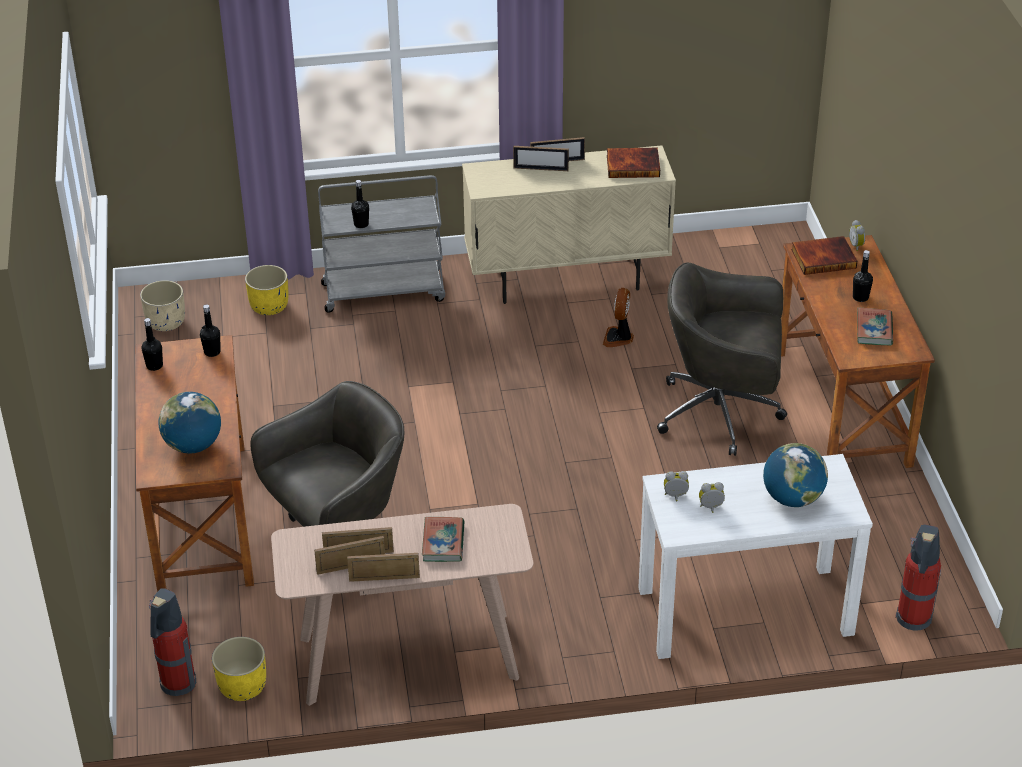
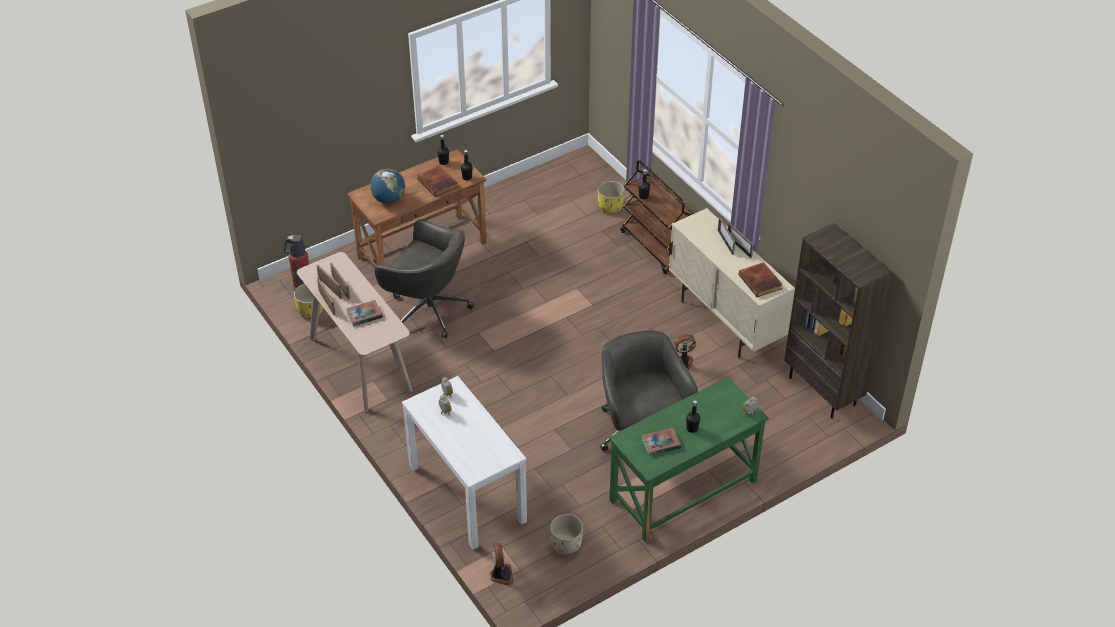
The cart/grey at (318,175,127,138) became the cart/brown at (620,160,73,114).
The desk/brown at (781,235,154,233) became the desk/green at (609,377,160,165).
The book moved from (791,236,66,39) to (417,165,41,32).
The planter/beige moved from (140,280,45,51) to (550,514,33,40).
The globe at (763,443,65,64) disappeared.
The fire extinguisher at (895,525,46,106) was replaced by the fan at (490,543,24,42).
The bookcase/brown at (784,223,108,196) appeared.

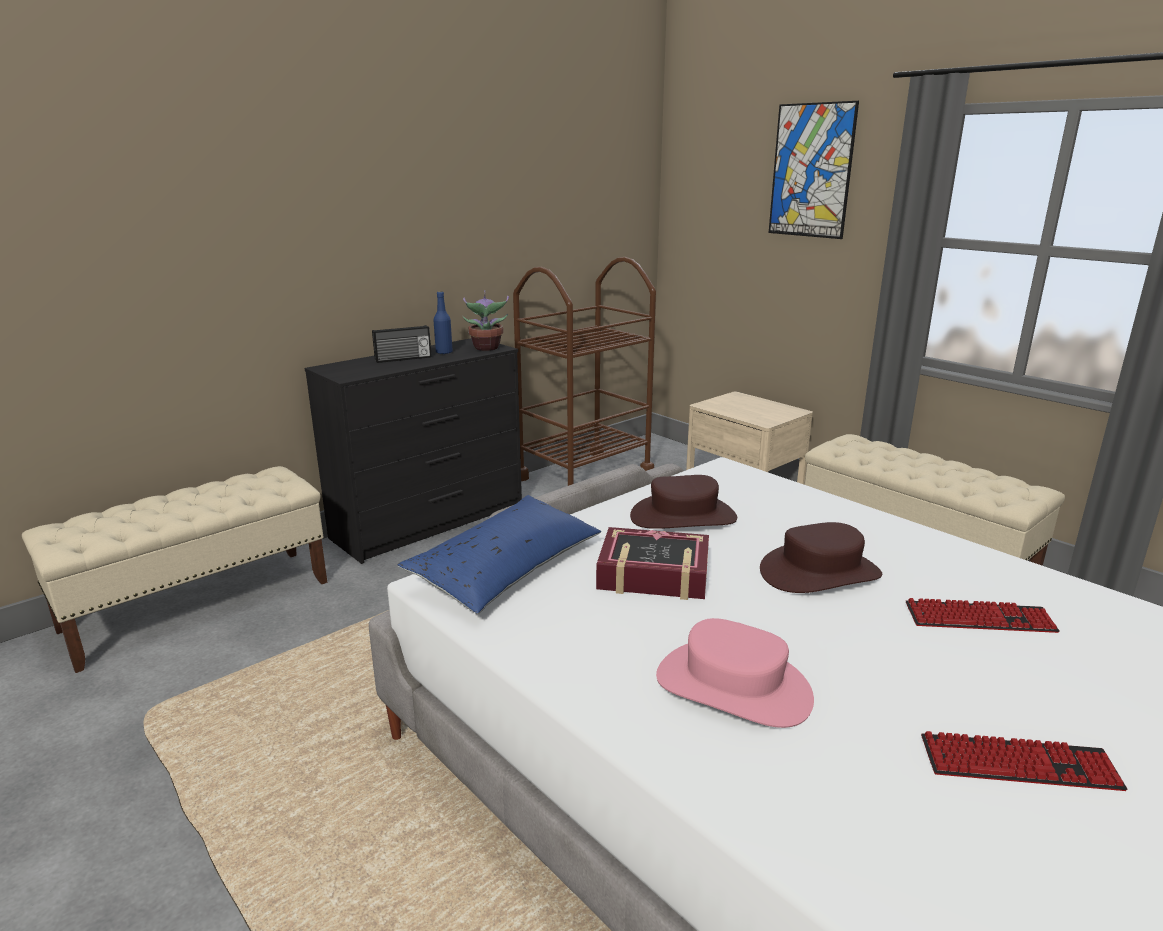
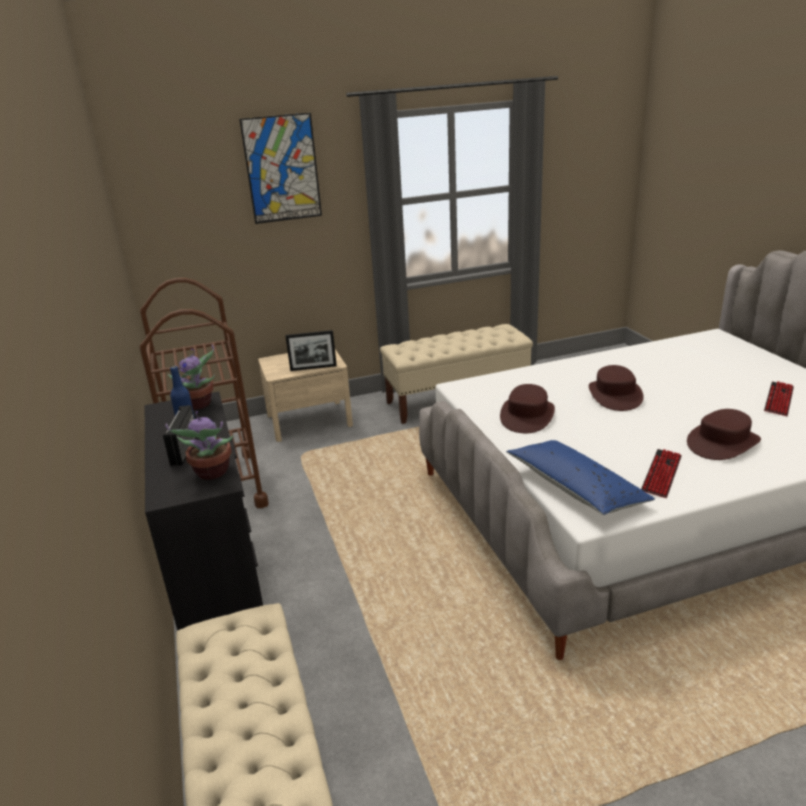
The book at (596,527,113,73) disappeared.
The keyboard moved from (906,598,154,35) to (641,449,41,49).
The hat/pink at (656,618,158,110) became the hat/brown at (687,409,74,51).
The picture frame at (285,330,52,41) appeared.
The potted plant at (165,411,69,69) appeared.

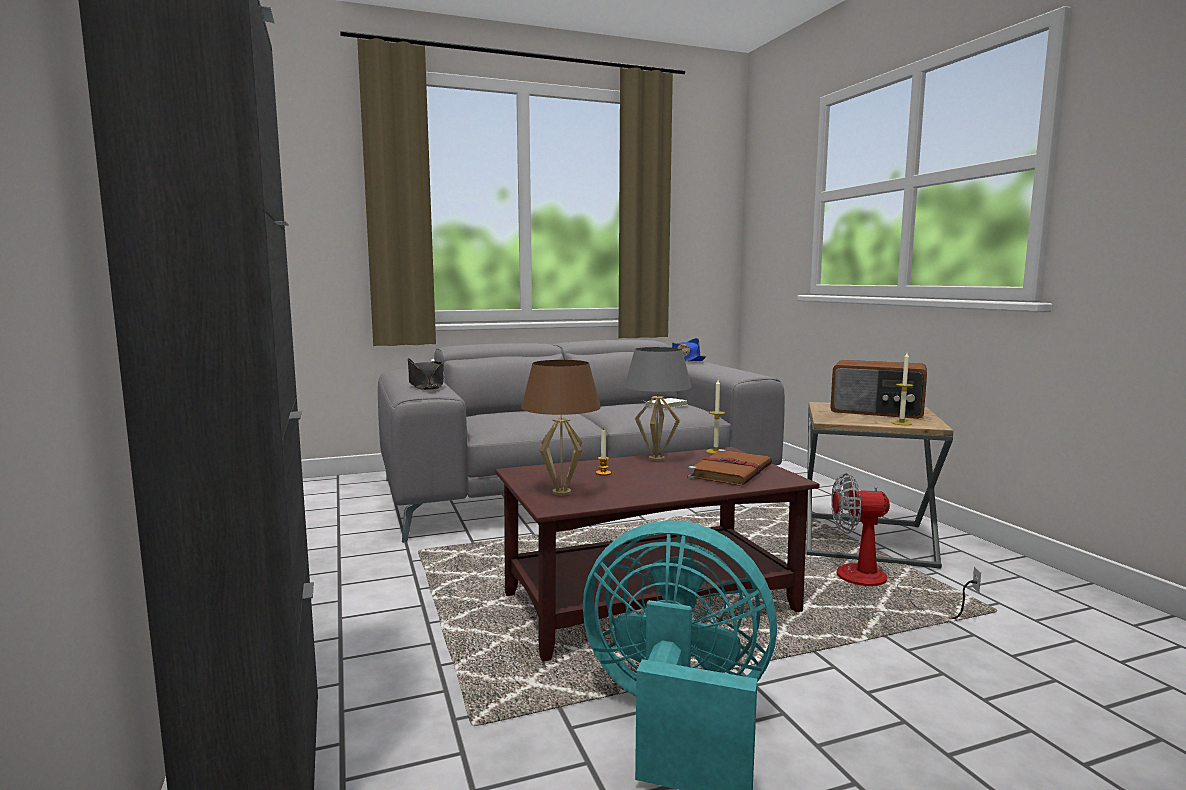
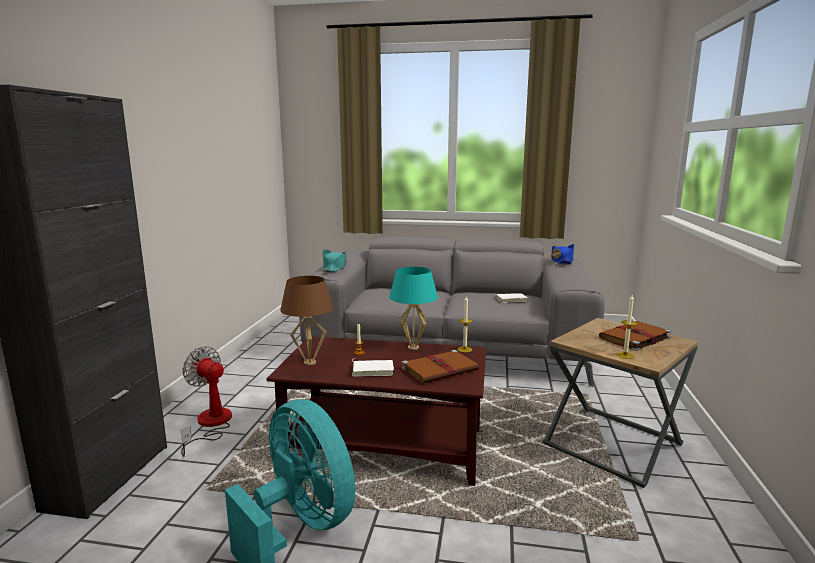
The table lamp/grey at (625,347,66,114) became the table lamp/turquoise at (389,267,49,83).
The hat/black at (408,358,36,32) became the hat/turquoise at (322,249,25,23).
The radio at (830,360,97,59) was replaced by the book/brown at (599,321,72,30).
The fan moved from (831,473,150,146) to (181,346,51,111).
The book/white at (352,358,42,18) appeared.

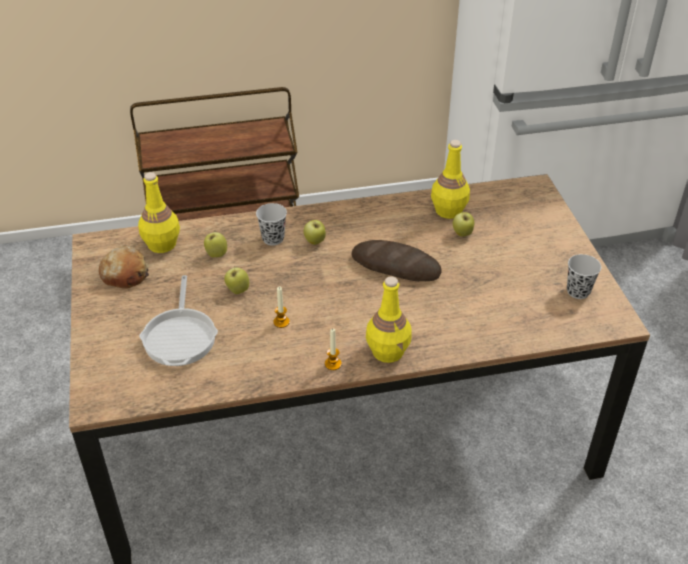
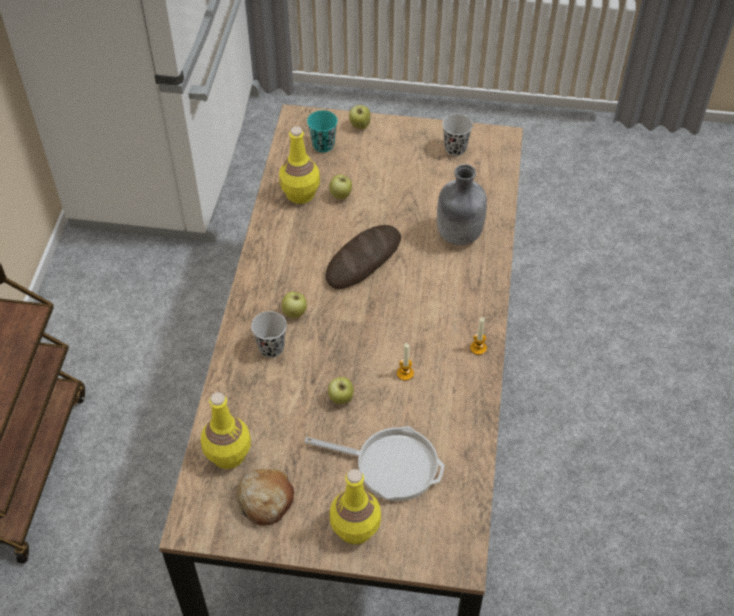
The apple moved from (204,231,23,27) to (349,105,21,24).
The bottle/yellow moved from (366,276,46,87) to (330,469,51,75).
The cup/turquoise at (307,110,31,42) appeared.
The bottle/grey at (437,164,50,81) appeared.

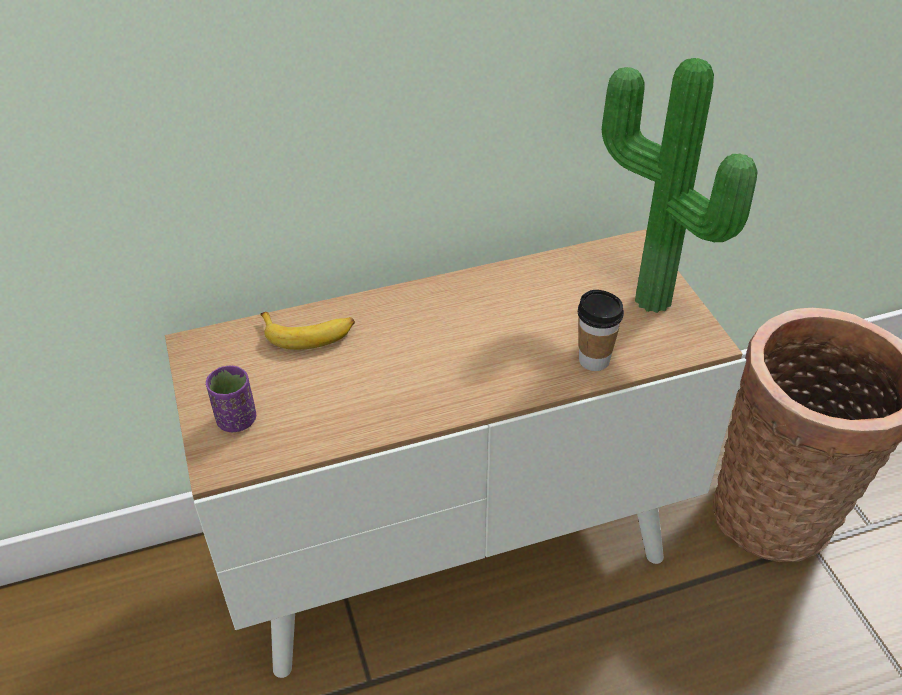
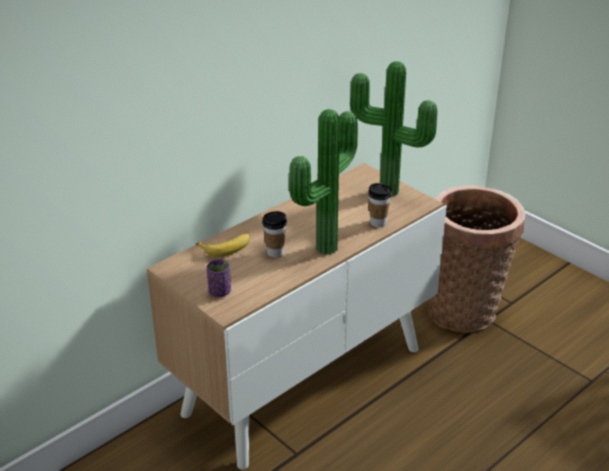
The potted plant at (289,109,69,146) appeared.
The cup at (262,211,25,46) appeared.

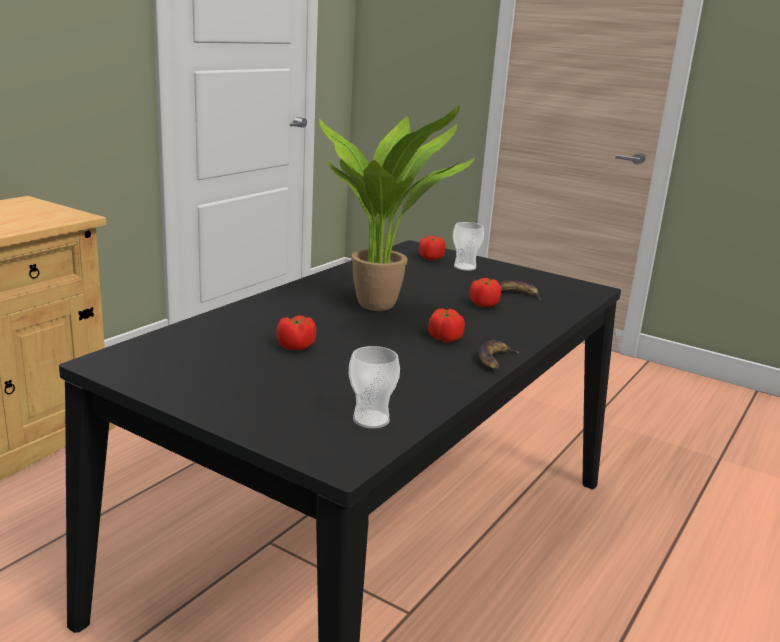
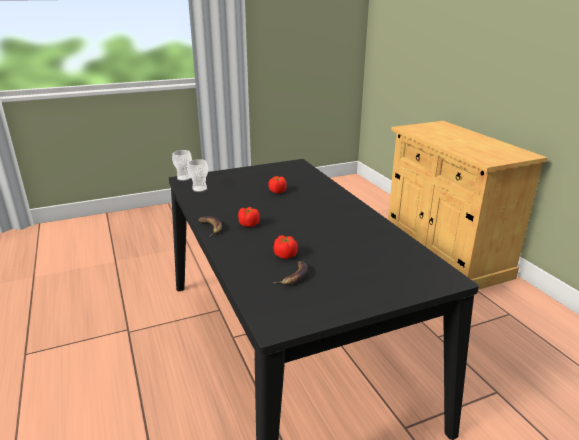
The potted plant at (319,106,156,205) disappeared.
The cup moved from (453,222,31,49) to (172,150,20,31).
The tomato at (419,236,26,24) disappeared.

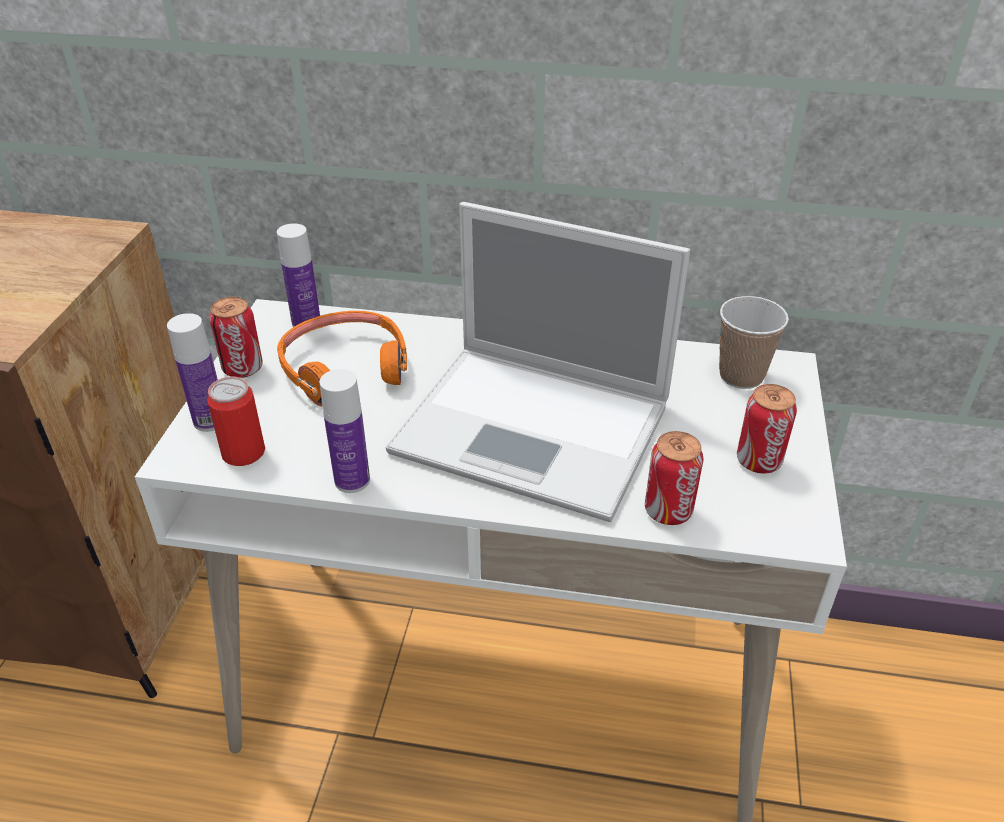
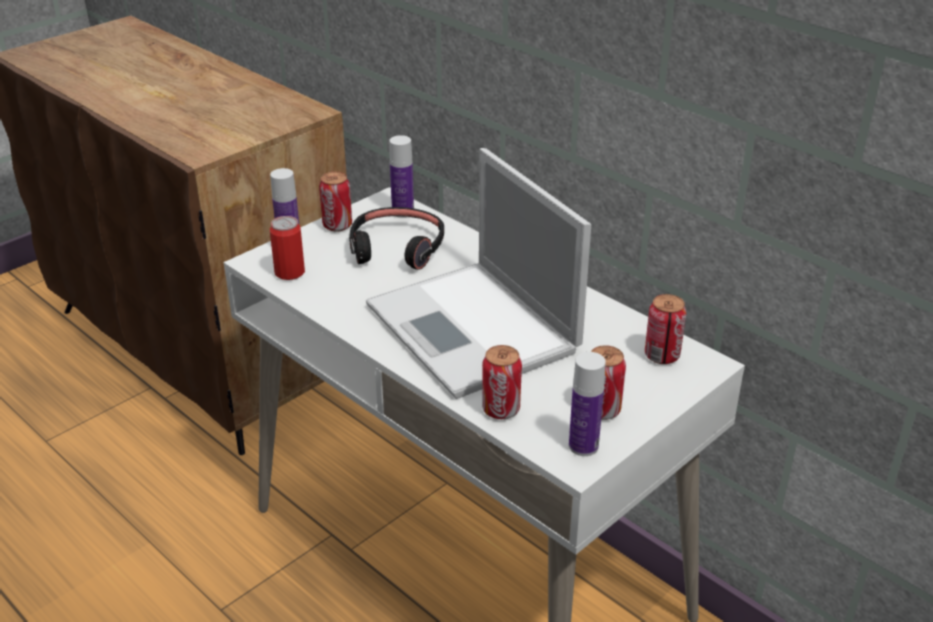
The cup at (719,296,70,93) was replaced by the can at (645,294,41,70).
The headphones/orange at (277,311,130,96) became the headphones/black at (349,207,95,63).
The bottle moved from (319,369,51,124) to (569,352,37,104).

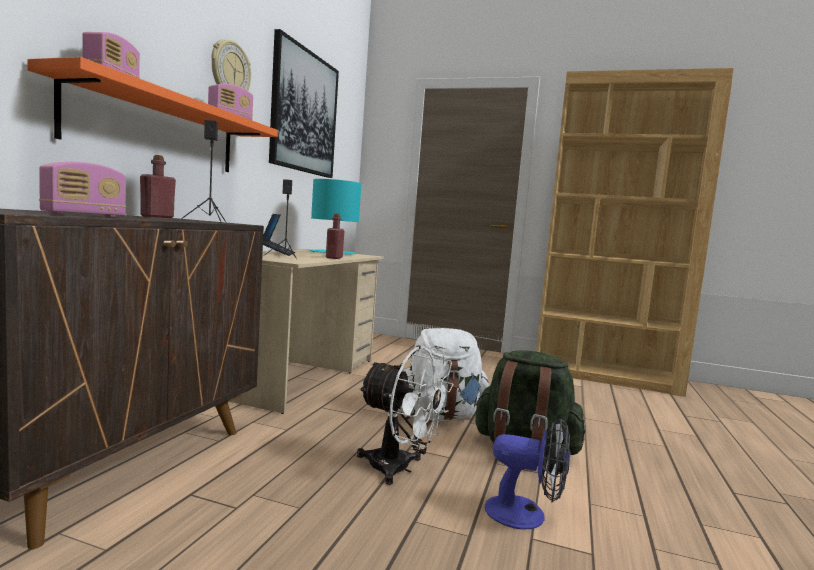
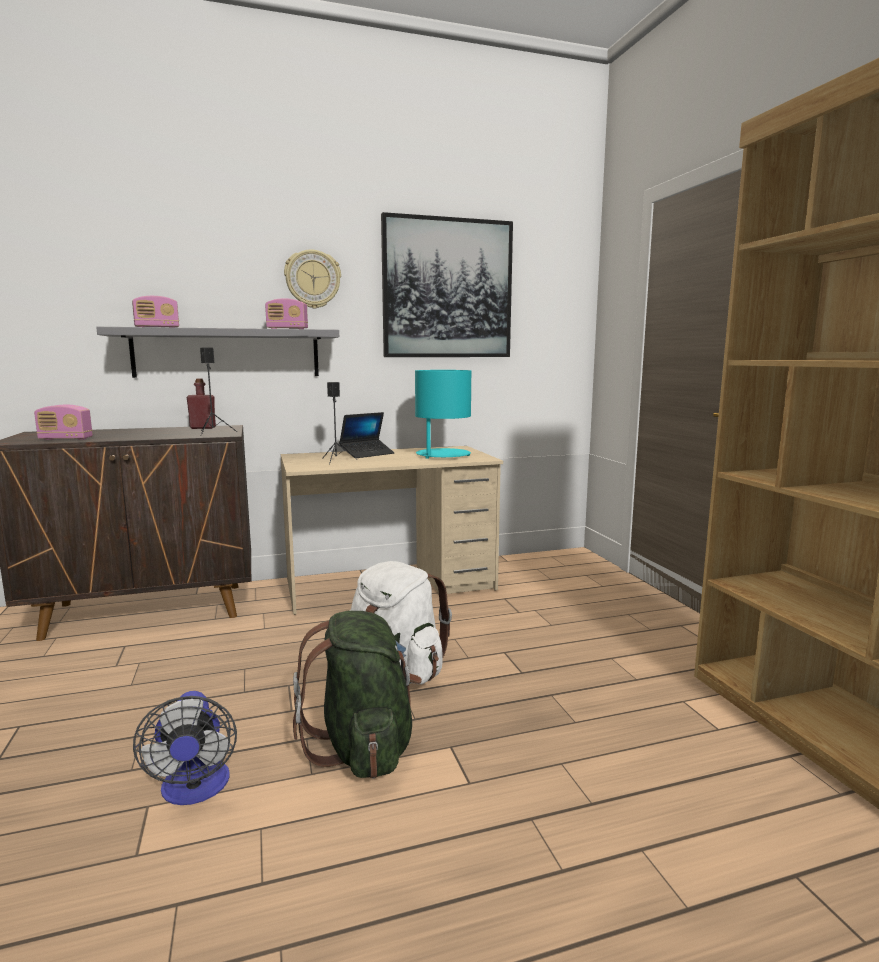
The shelf/orange at (27,57,251,115) became the shelf/grey at (96,327,243,51).
The bottle/red at (326,214,18,45) disappeared.
The fan/white at (357,345,97,140) disappeared.

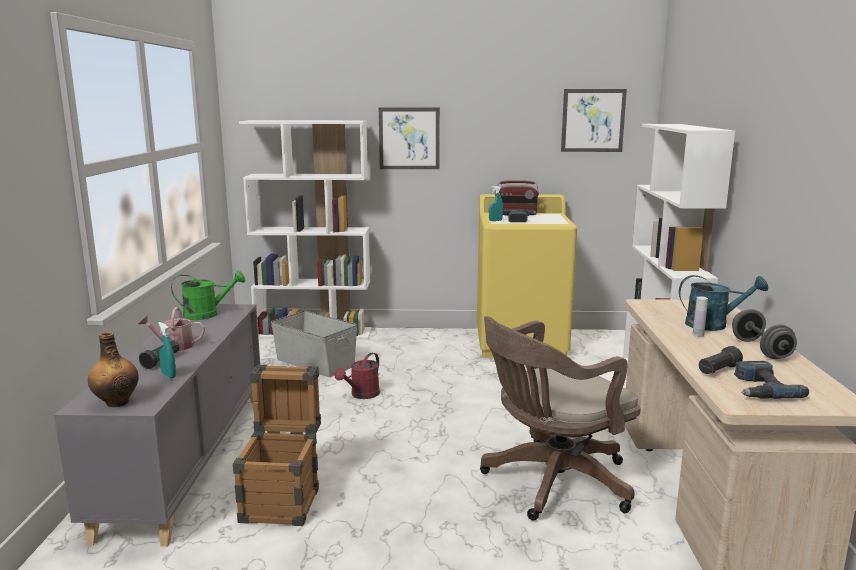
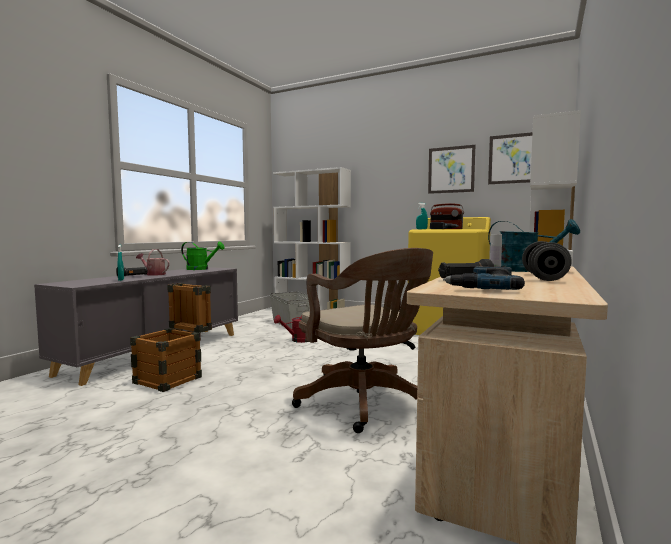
The picture moved from (379,108,61,61) to (428,145,47,49).
The office chair/brown at (480,316,161,205) turned 120 degrees counterclockwise.
The bottle at (88,331,51,76) disappeared.

